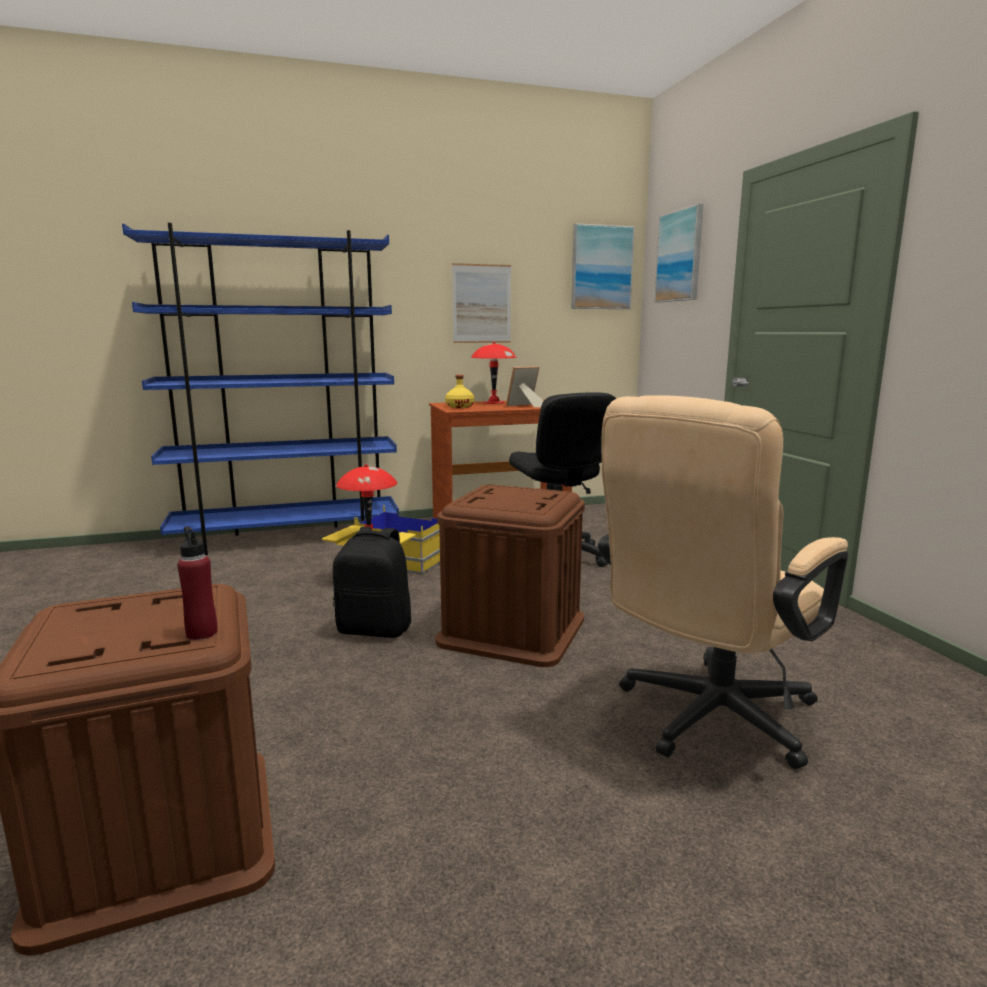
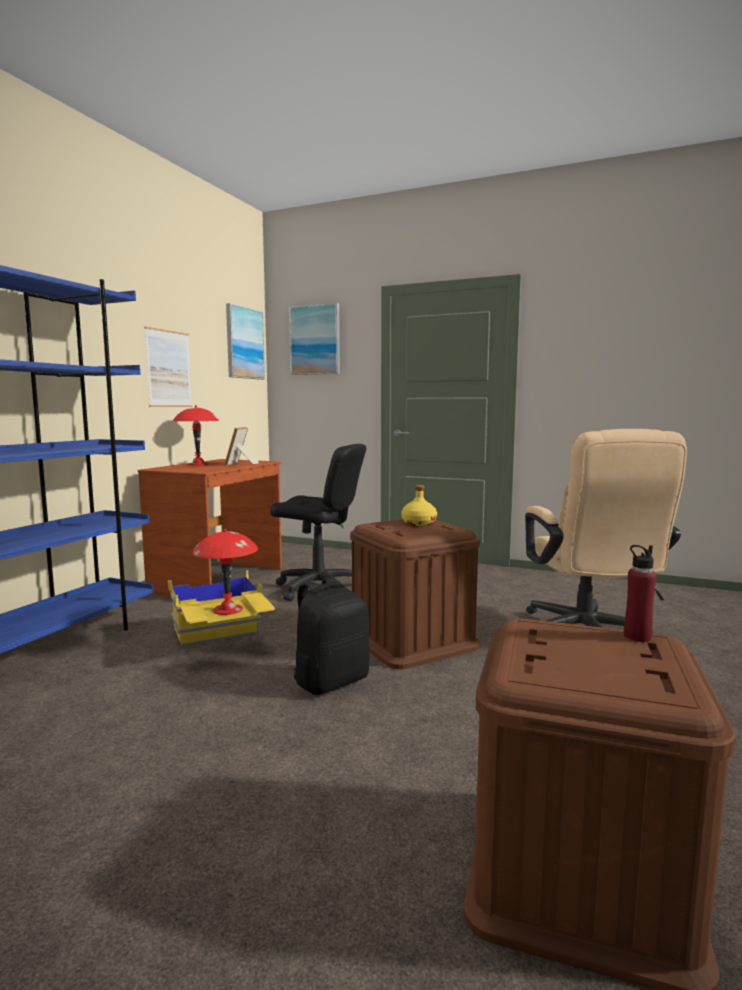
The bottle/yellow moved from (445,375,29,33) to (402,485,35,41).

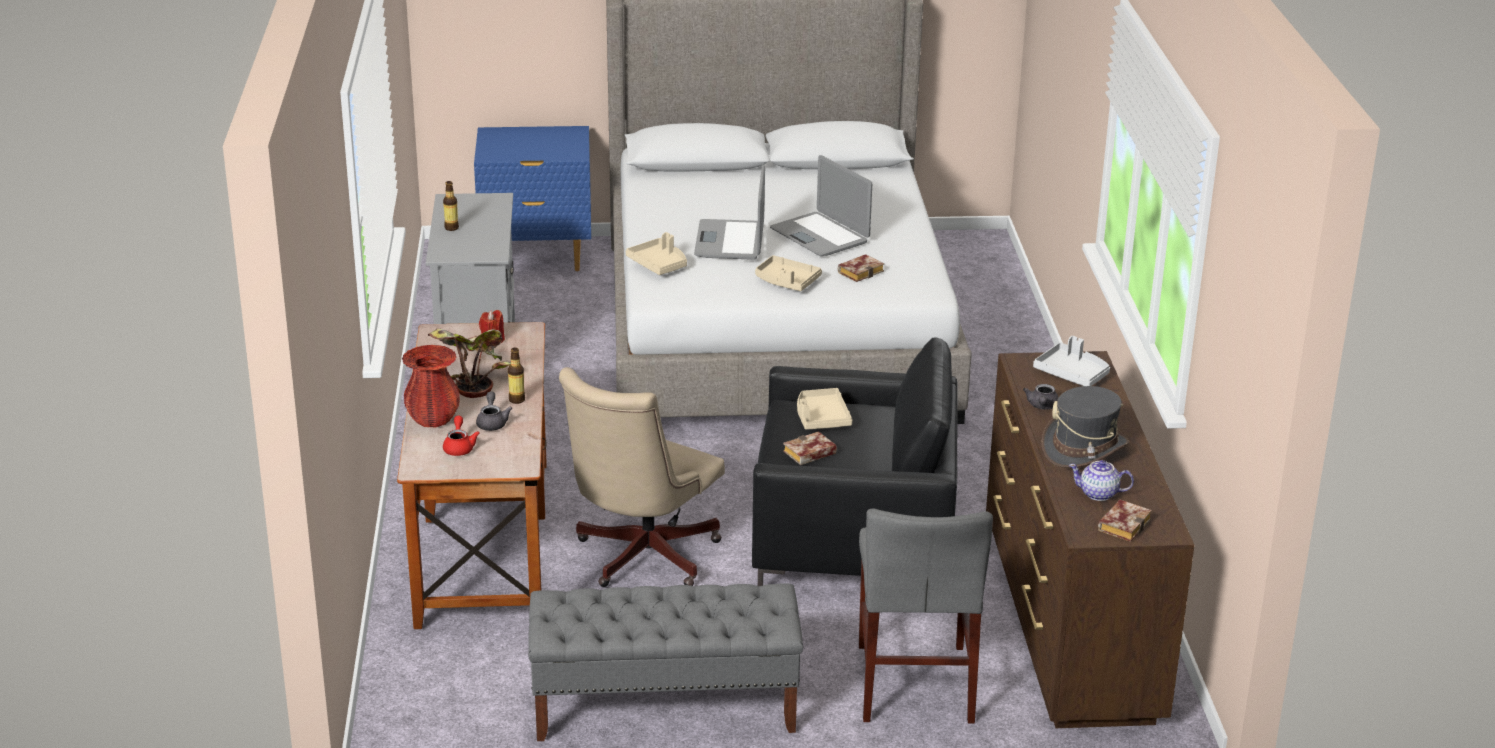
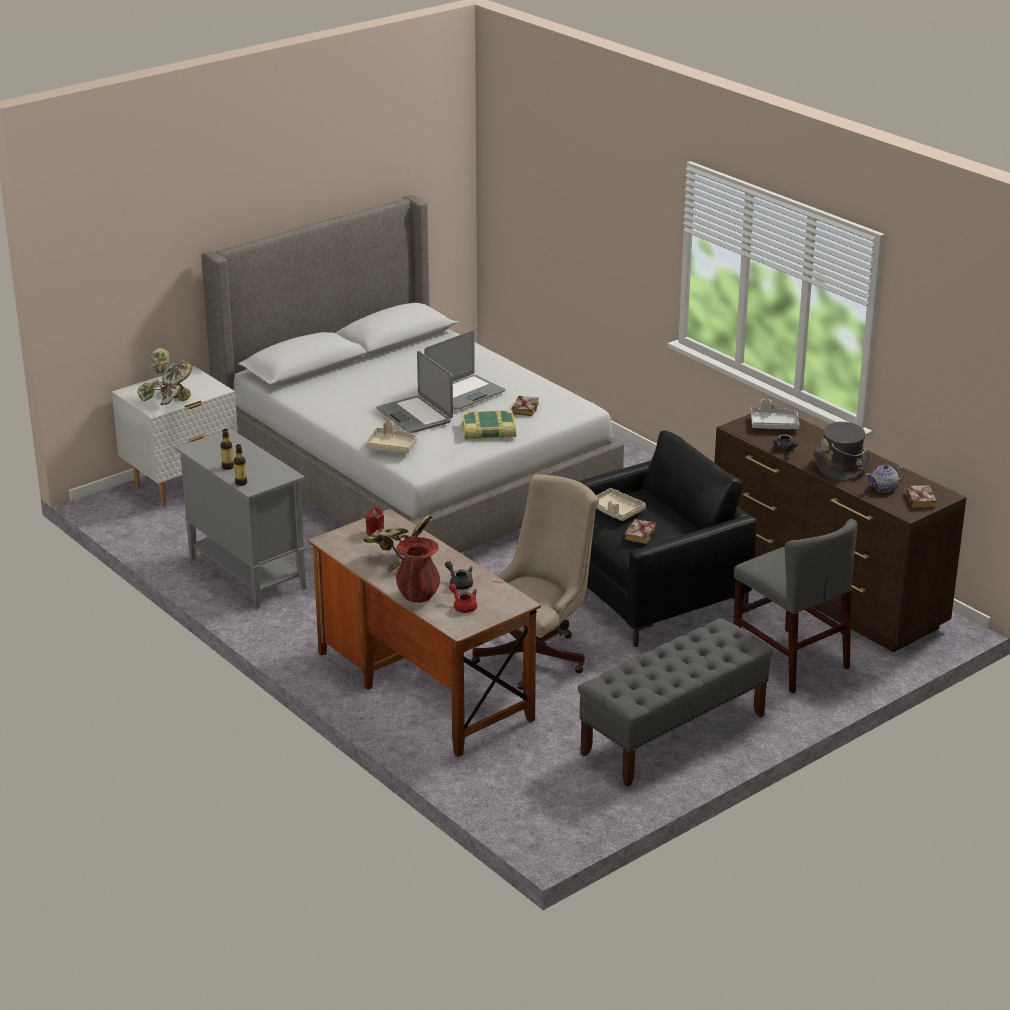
The nightstand/blue at (474,126,117,145) became the nightstand/white at (112,366,126,141).
The laptop at (770,155,102,101) turned 60 degrees counterclockwise.
The tray/beige at (755,255,67,36) was replaced by the book at (462,410,54,29).
The bottle moved from (508,348,17,56) to (234,444,13,42).
The office chair/beige at (559,367,166,220) turned 135 degrees counterclockwise.
The potted plant at (137,348,56,57) appeared.

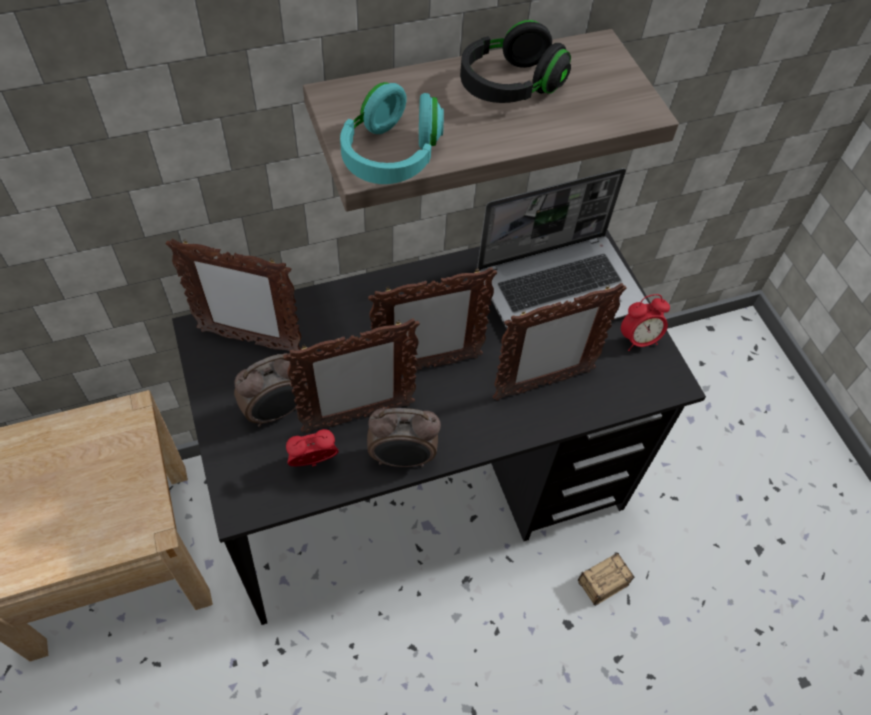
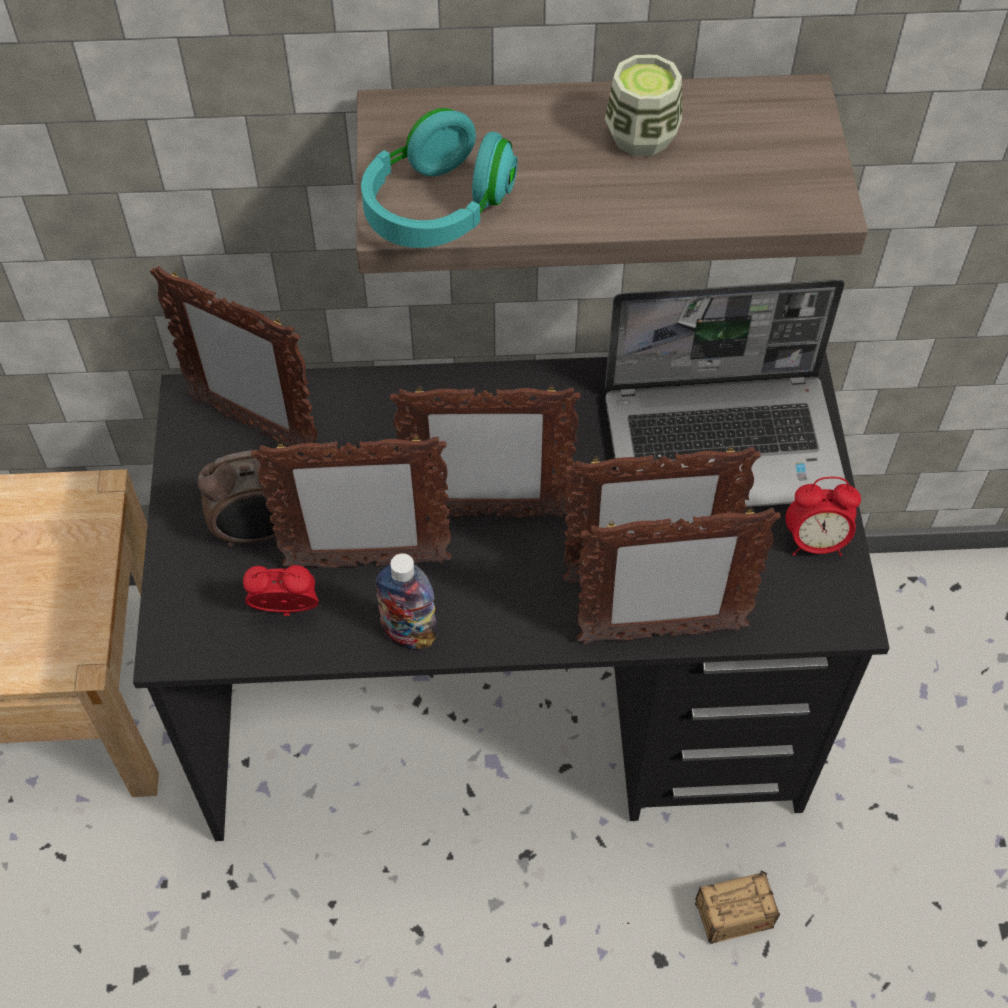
The headphones/black at (460,20,111,83) was replaced by the cup at (605,55,77,101).
The alarm clock at (367,408,74,59) was replaced by the bottle at (375,553,62,96).
The picture frame at (577,507,204,137) appeared.

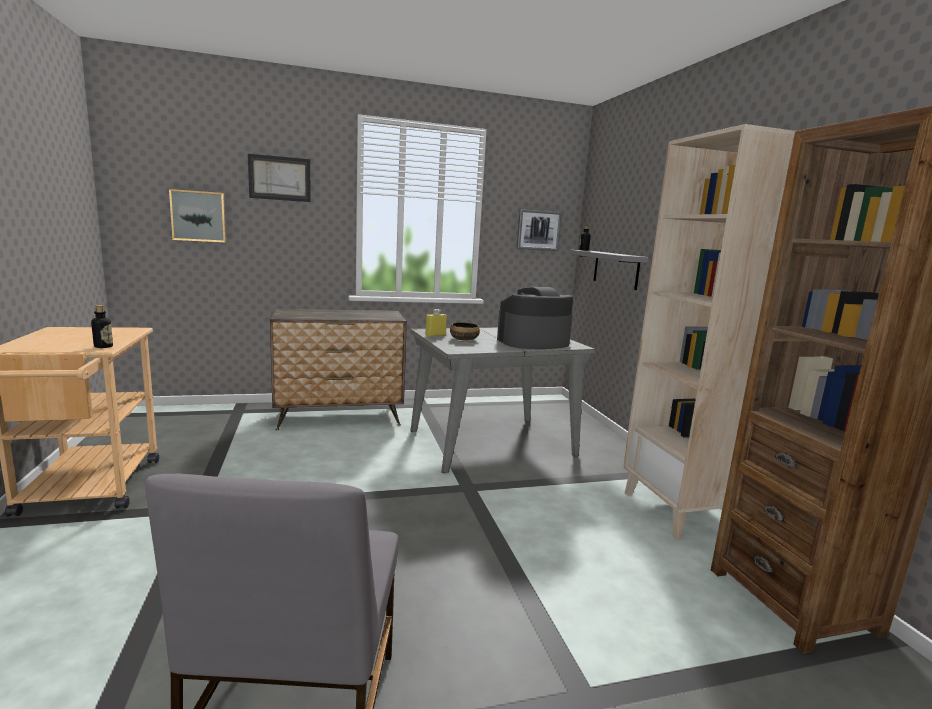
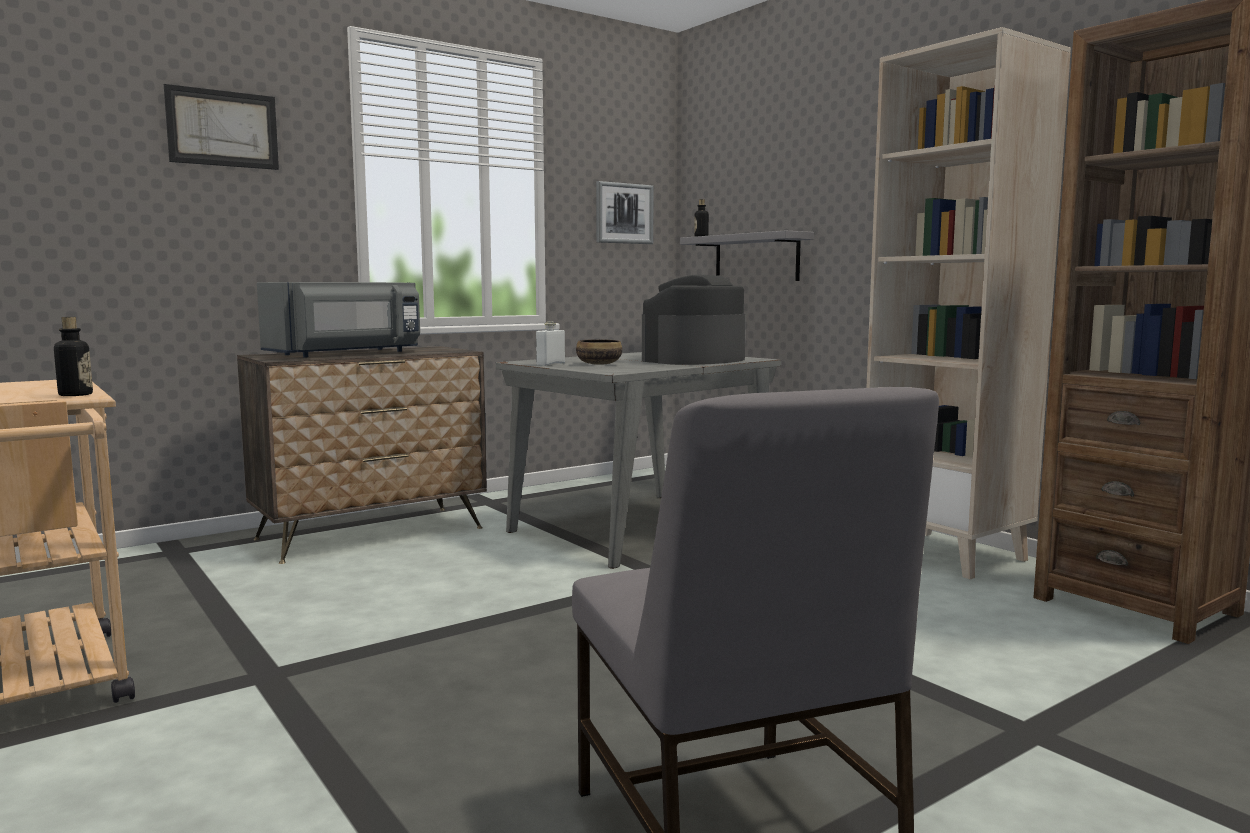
The picture at (169,189,57,53) disappeared.
The bottle/yellow at (426,309,21,28) became the bottle/white at (536,321,29,45).
The microwave/grey at (257,282,163,75) appeared.

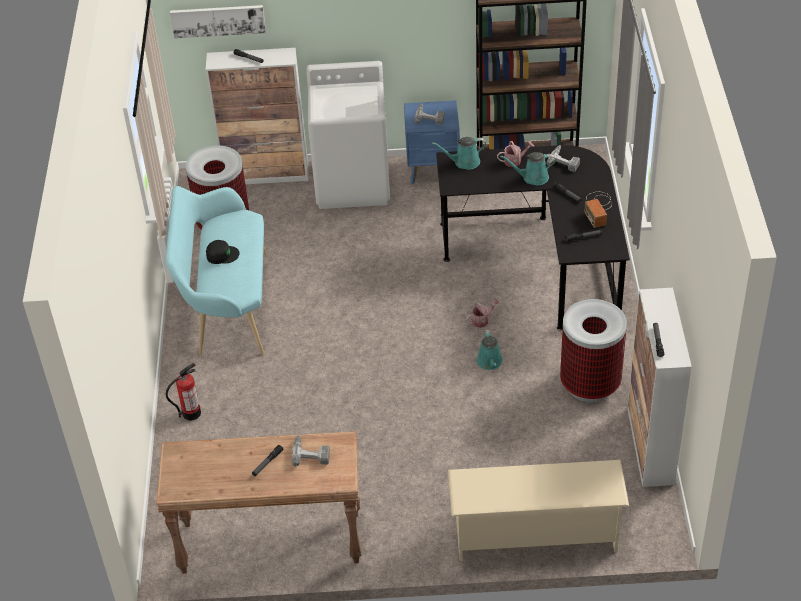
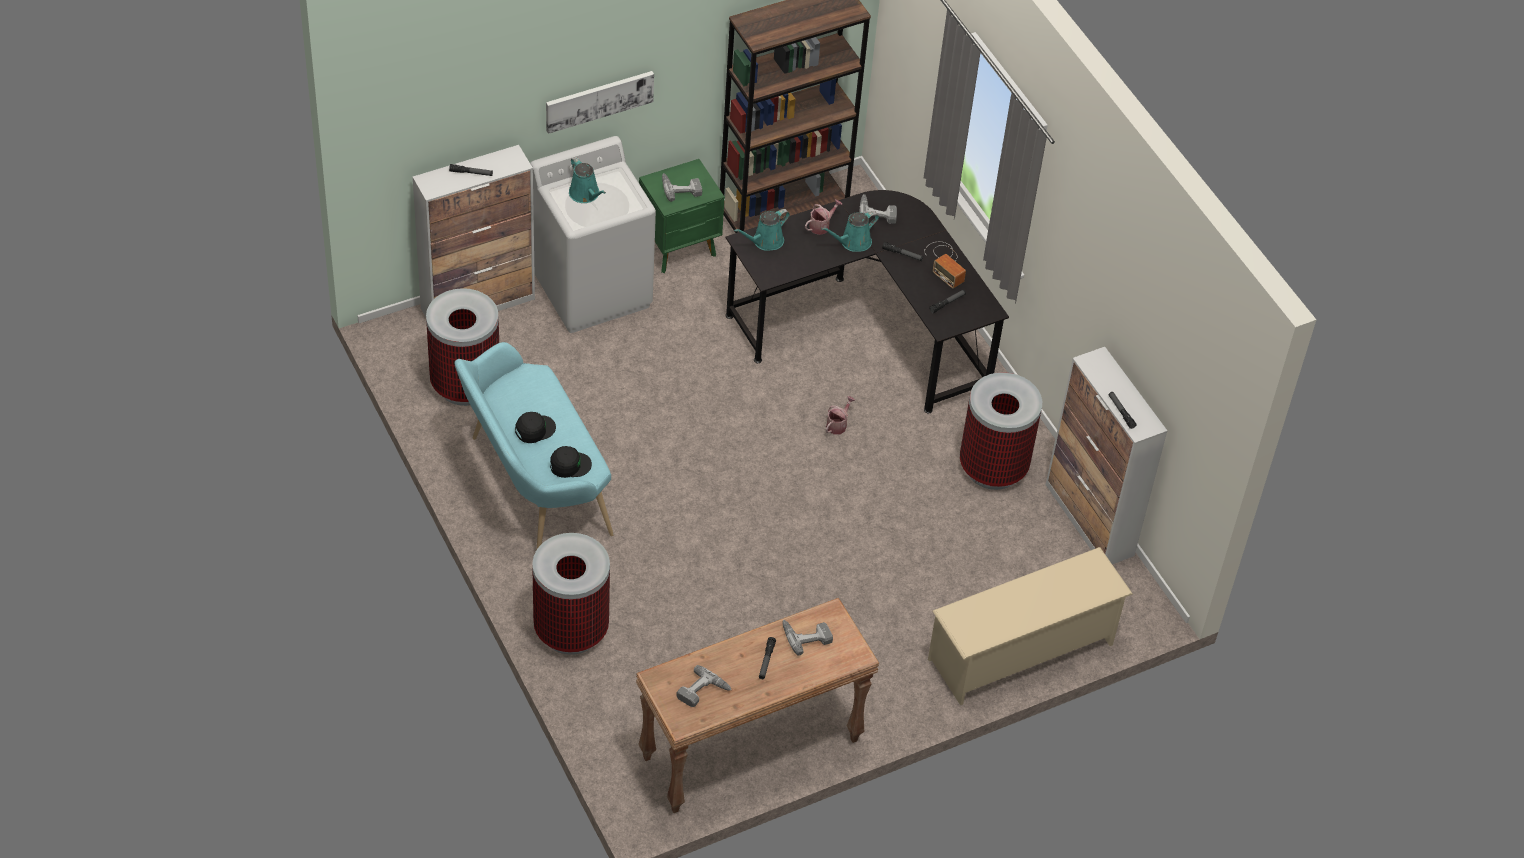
The picture moved from (170,5,96,33) to (546,71,108,63).
The nightstand/blue at (404,100,56,85) became the nightstand/green at (639,159,86,114).
The watering can/turquoise moved from (477,330,26,40) to (569,157,37,46).
The fire extinguisher at (165,363,36,58) was replaced by the trash can at (532,533,78,122).
The cap/black at (550,446,42,32) appeared.
The power drill at (676,665,55,42) appeared.

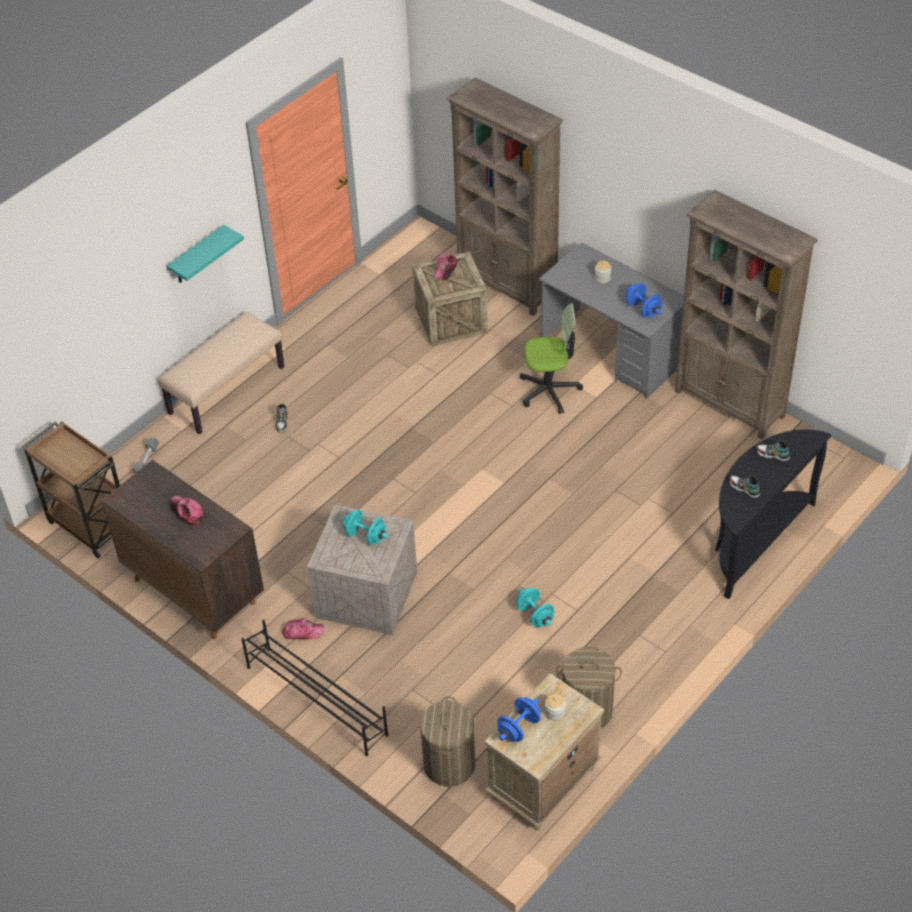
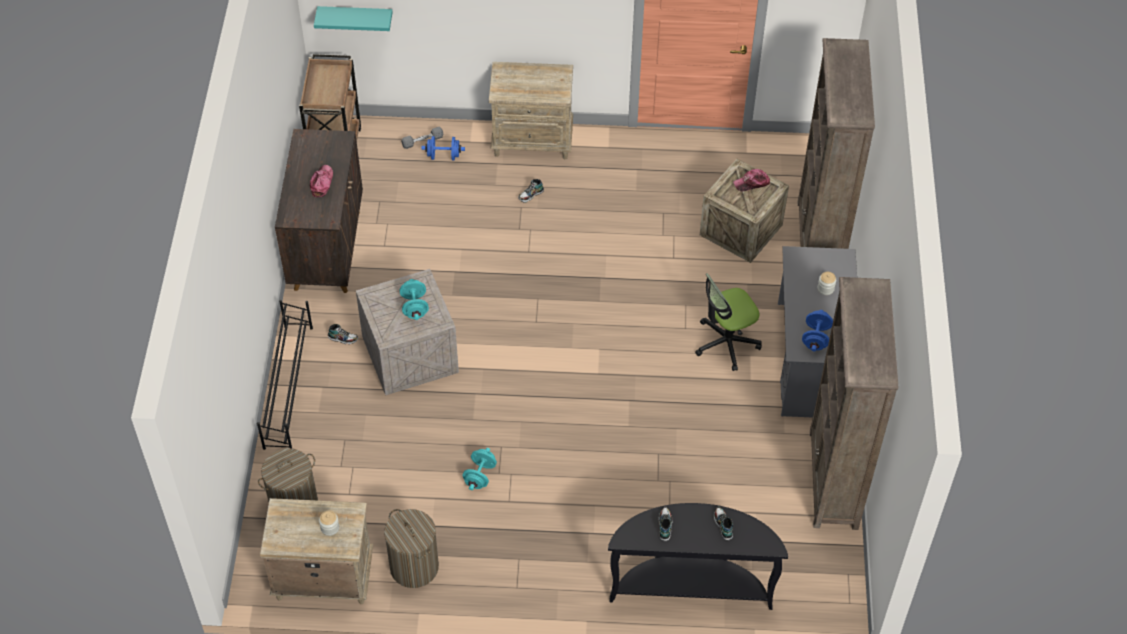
The shelf/turquoise moved from (166,225,78,58) to (314,6,78,25).
The office chair at (520,303,63,111) turned 105 degrees clockwise.
The bench/beige at (158,312,127,123) was replaced by the nightstand/beige at (489,62,84,97).
The cap at (282,618,42,21) was replaced by the shoe at (328,324,30,20).
The dumbbell/blue moved from (497,697,44,45) to (421,136,44,24).

